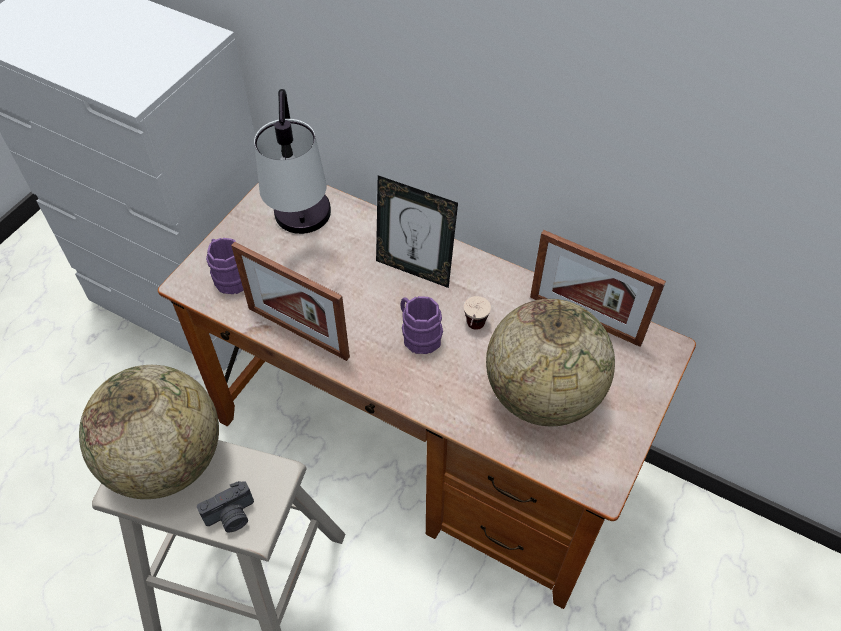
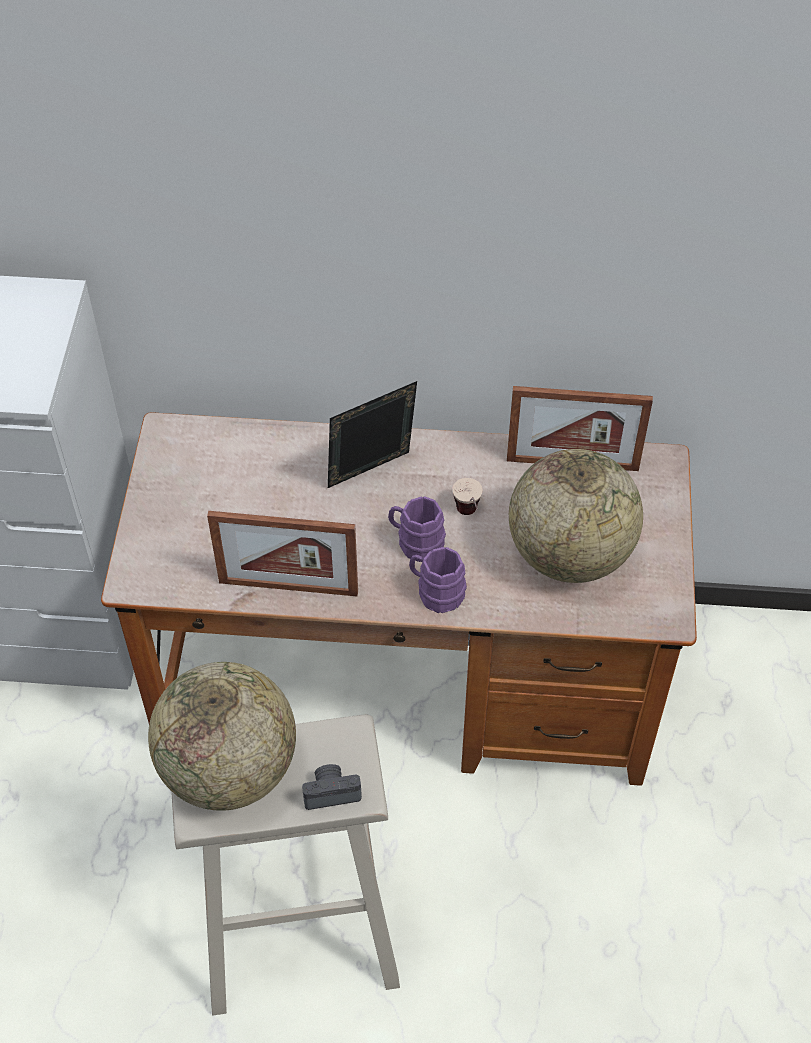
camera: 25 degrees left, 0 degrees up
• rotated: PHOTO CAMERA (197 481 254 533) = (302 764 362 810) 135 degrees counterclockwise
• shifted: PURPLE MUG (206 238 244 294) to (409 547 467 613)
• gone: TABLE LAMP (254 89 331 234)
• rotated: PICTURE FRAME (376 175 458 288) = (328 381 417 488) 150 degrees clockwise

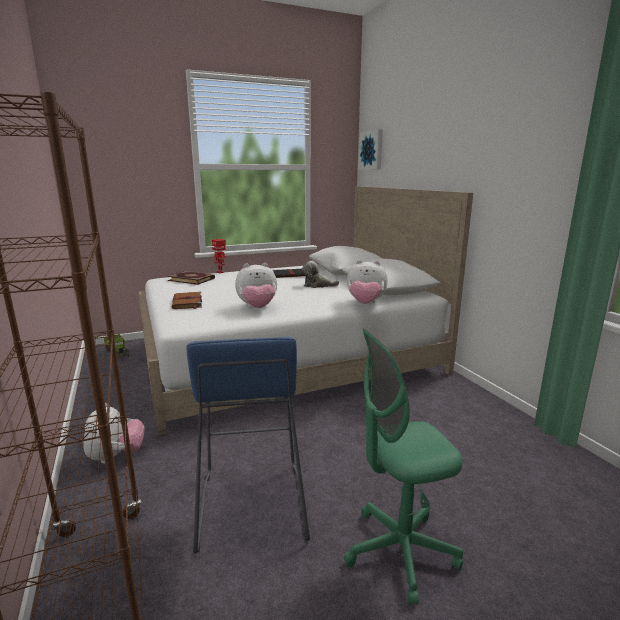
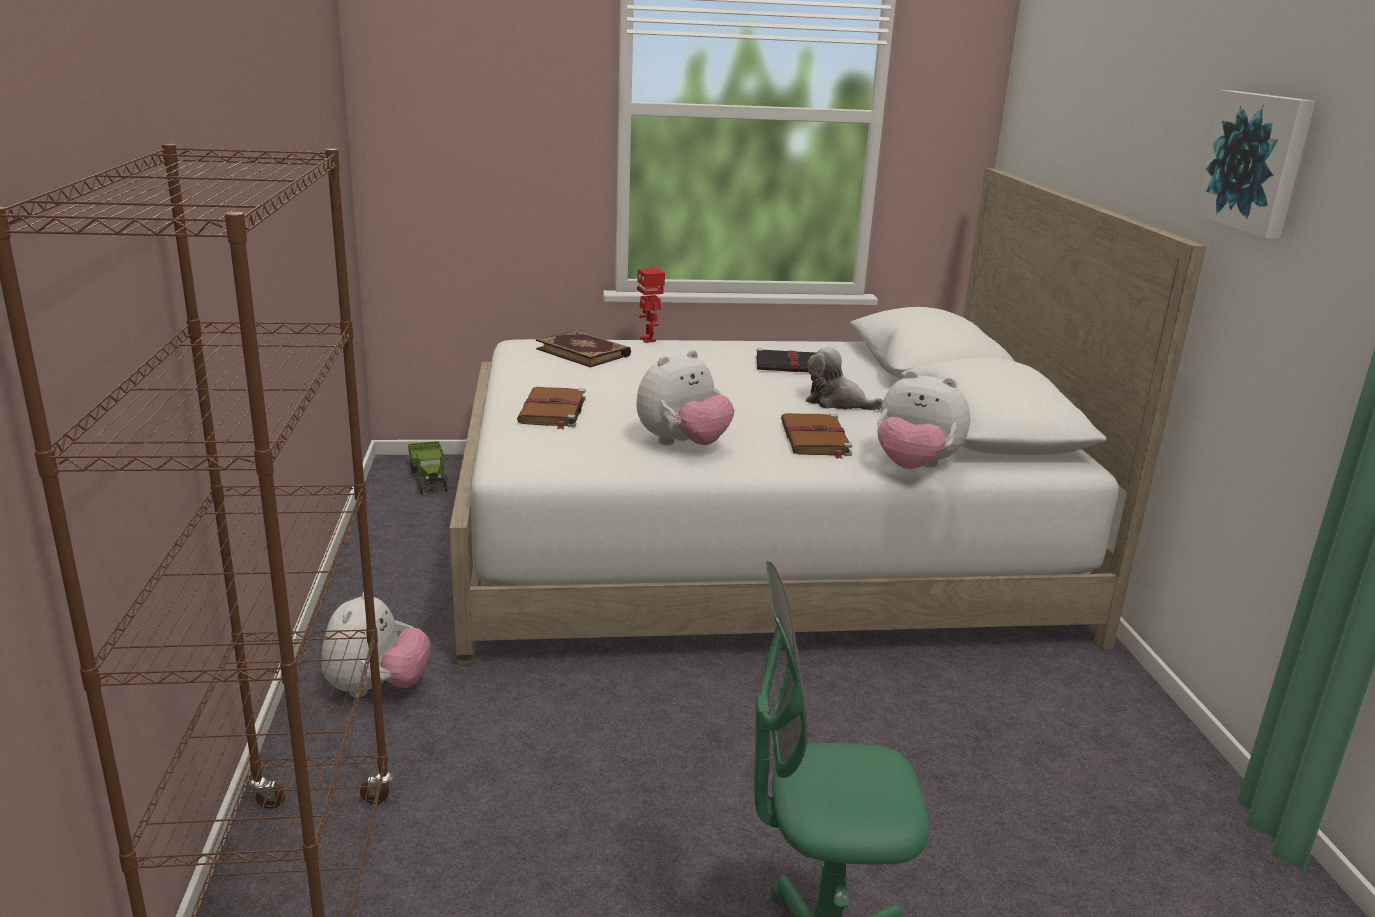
camera: 15 degrees right, 5 degrees up
• gone: BLUE STOOL (187 337 310 554)
• rotated: PLUSH TOY (235 263 277 308) = (636 350 735 445) 45 degrees counterclockwise
• shifted: PICTURE (359 129 383 170) to (1193 90 1315 239)
• new: BROWN BOOK (781 413 852 459)

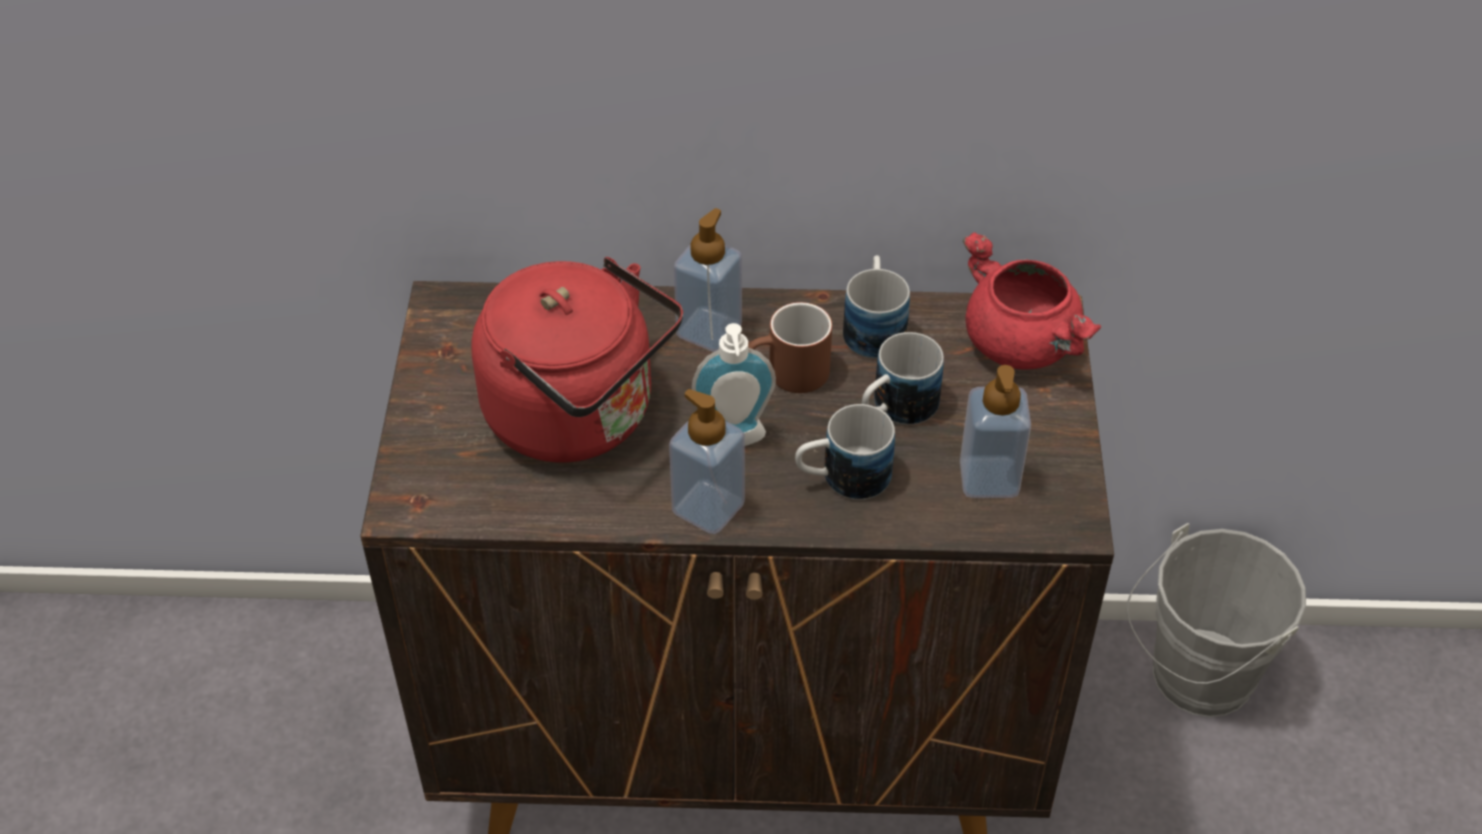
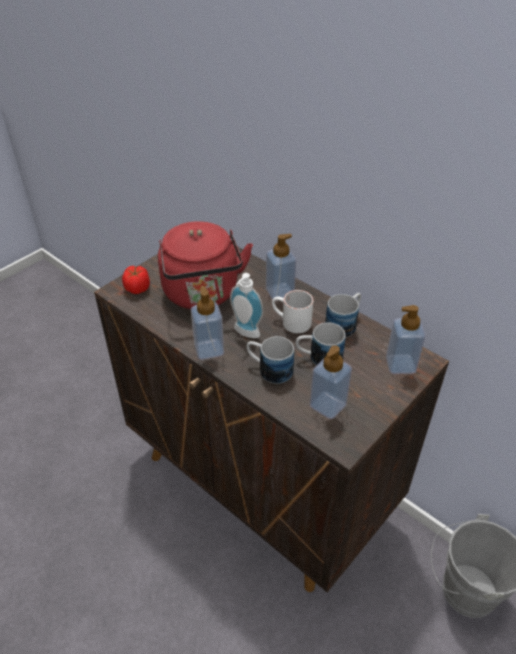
camera: 40 degrees right, 5 degrees down
• repainted: BROWN MUG (748 302 832 393) to WHITE MUG (272 290 313 333)
• swapped: RED COOKING POT (963 232 1101 369) to SOAP DISPENSER (386 305 426 374)
• new: TOMATO (122 266 150 294)

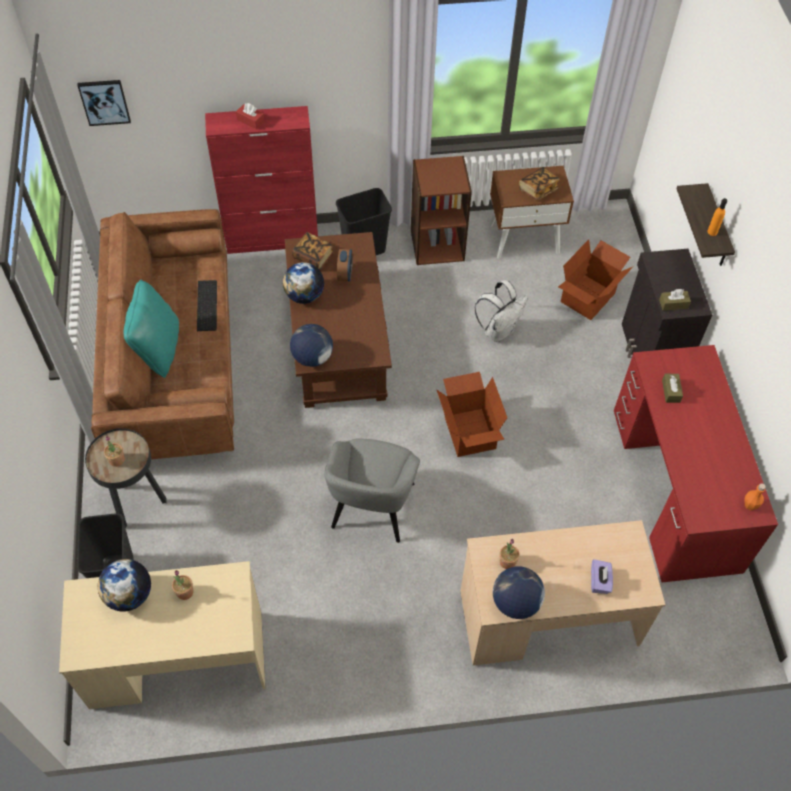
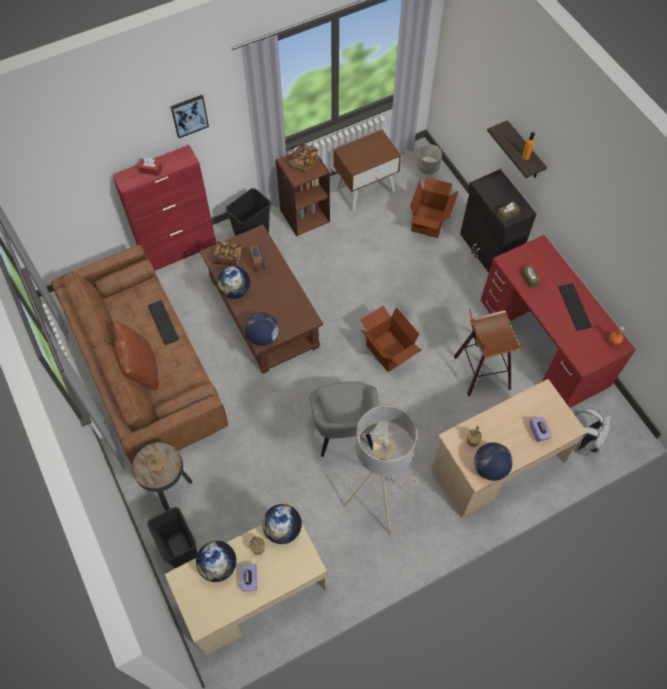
camera: 20 degrees left, 5 degrees up
• shifted: PICTURE (77 80 131 126) to (171 95 209 138)
• repainted: TURQUOISE PILLOW (124 280 179 378) to BROWN PILLOW (113 323 159 390)
• shifted: WHITE BACKPACK (475 280 528 342) to (575 408 611 456)
• shifted: BOOK (519 167 560 200) to (288 144 319 172)
• new: PURPLE TISSUE BOX (240 564 257 591)
• new: GLOBE (262 504 302 544)
• new: BEIGE FLOOR LAMP (343 405 417 535)
• new: GREY PLANTER (417 144 442 175)
• new: STOOL (454 308 520 397)
• new: KEYBOARD (558 283 592 331)

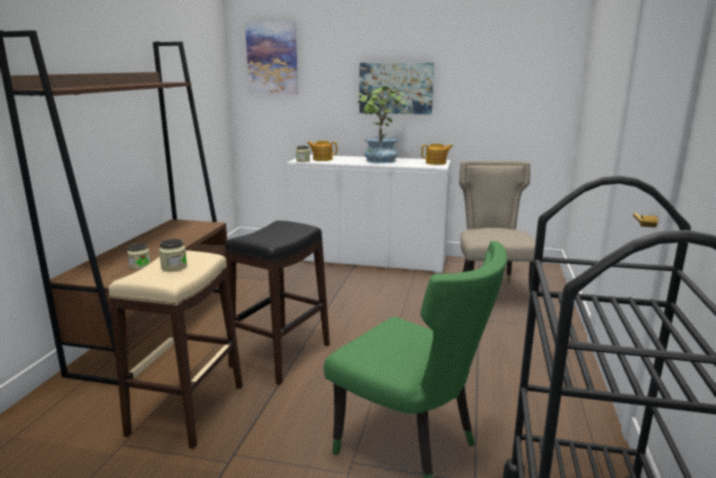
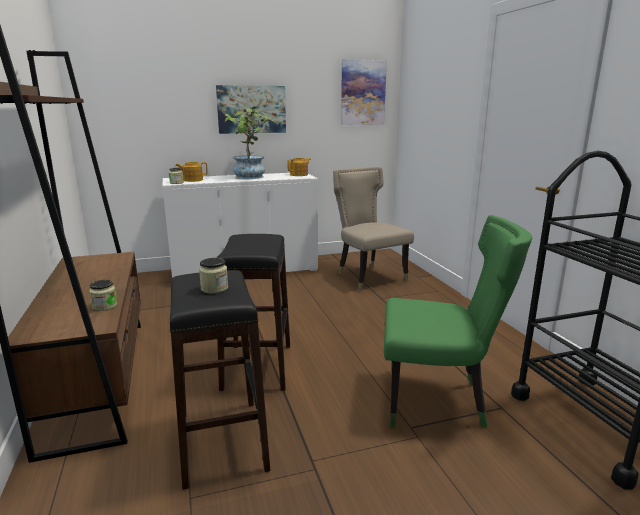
camera: 30 degrees left, 0 degrees up
• repainted: BEIGE STOOL (108 251 243 449) to BLACK STOOL (170 270 270 490)
• shifted: PICTURE (245 22 298 94) to (341 59 387 125)

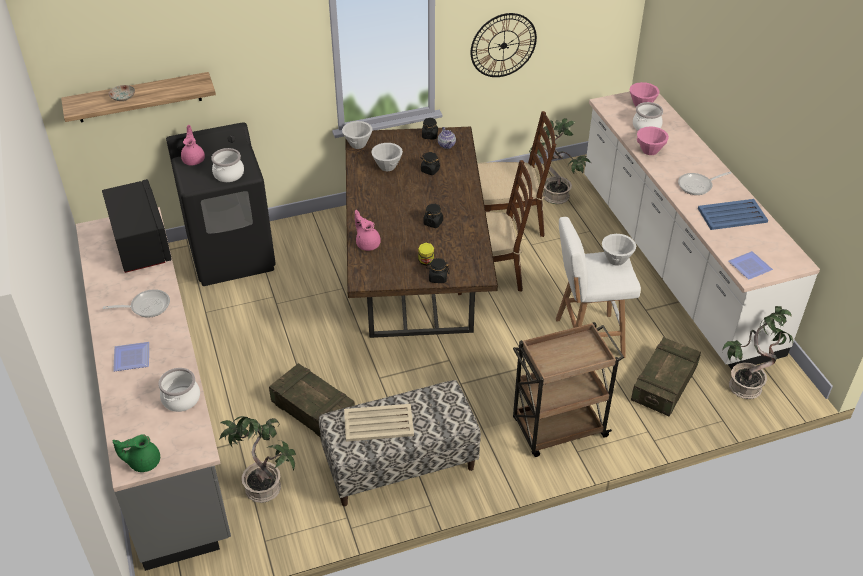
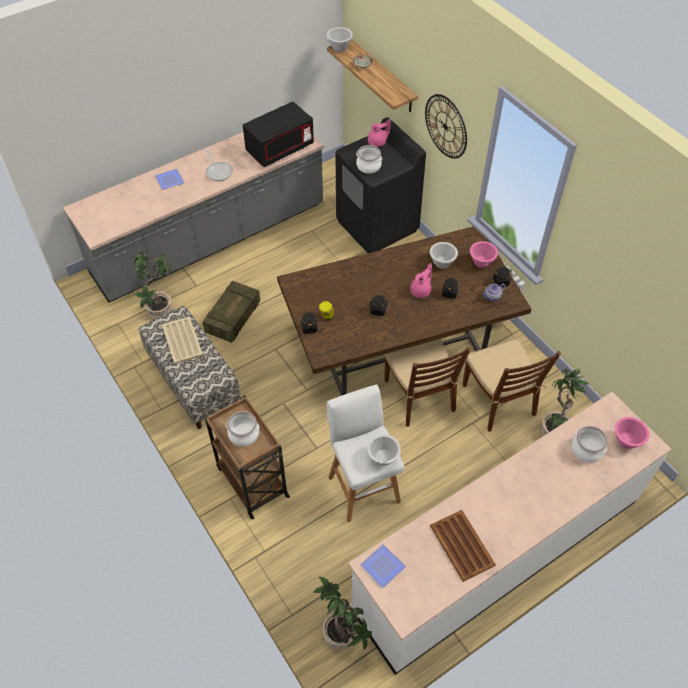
camera: 75 degrees right, 10 degrees up
• gone: GREEN TEAPOT (113 434 160 472)
• shifted: COOKING POT (158 368 200 412) to (226 411 259 447)
• shifted: WHITE BOWL (342 121 372 149) to (327 27 353 52)
• shifted: PINK TEAPOT (355 210 381 251) to (410 263 432 298)
• shifted: WALL CLOCK (471 13 537 77) to (425 94 467 159)
• gone: CRATE (631 337 701 416)
• shifted: PINK BOWL (637 126 669 155) to (470 241 498 268)
• gone: FRYING PAN (678 172 731 195)
• repainted: BLUE TRAY (698 199 768 230) to BROWN TRAY (430 510 496 582)

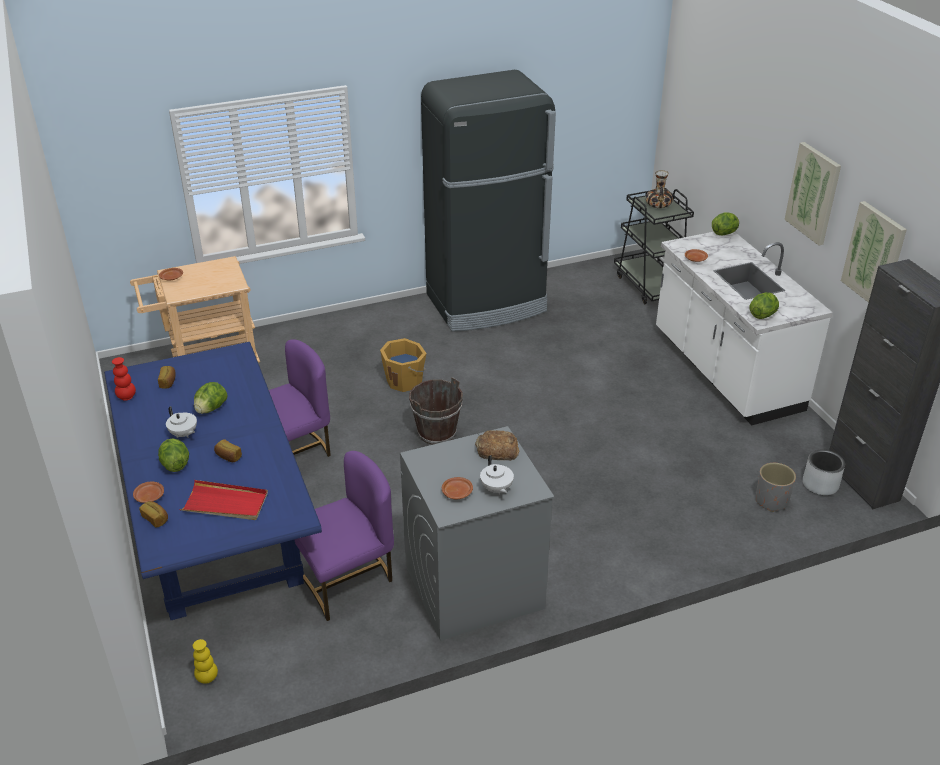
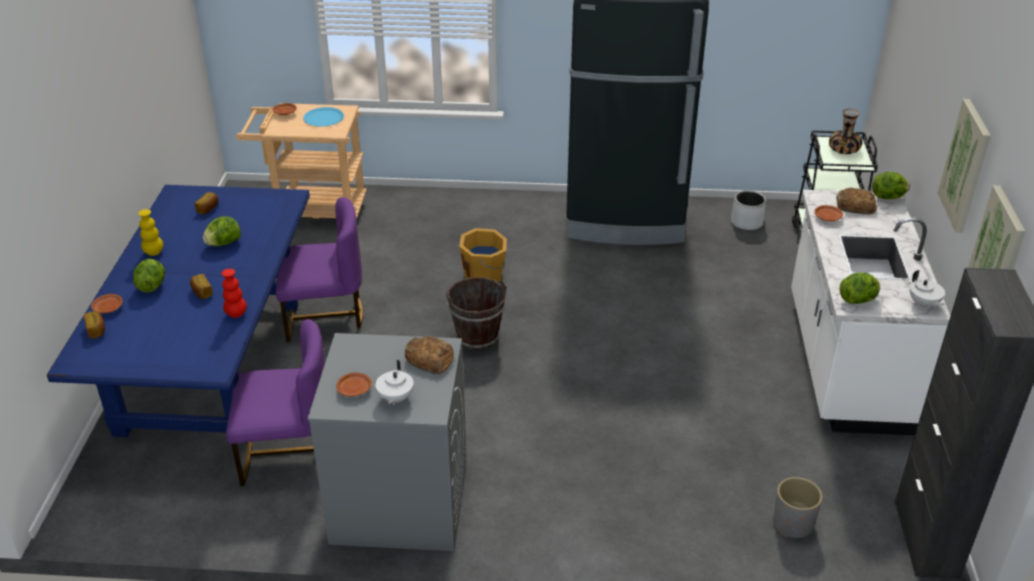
camera: 25 degrees right, 0 degrees up
• shifted: RED VASE (112 357 136 401) to (221 269 247 318)
• shifted: WHITE TEAPOT (166 406 197 438) to (910 270 945 309)
• gone: RED TRAY (179 480 268 520)
• shifted: YELLOW VASE (193 639 218 684) to (138 209 163 256)
• shifted: GREY PLANTER (803 449 845 495) to (731 190 767 230)
• new: BLUE PLATE (303 107 344 126)
• new: BREAD (836 188 877 215)

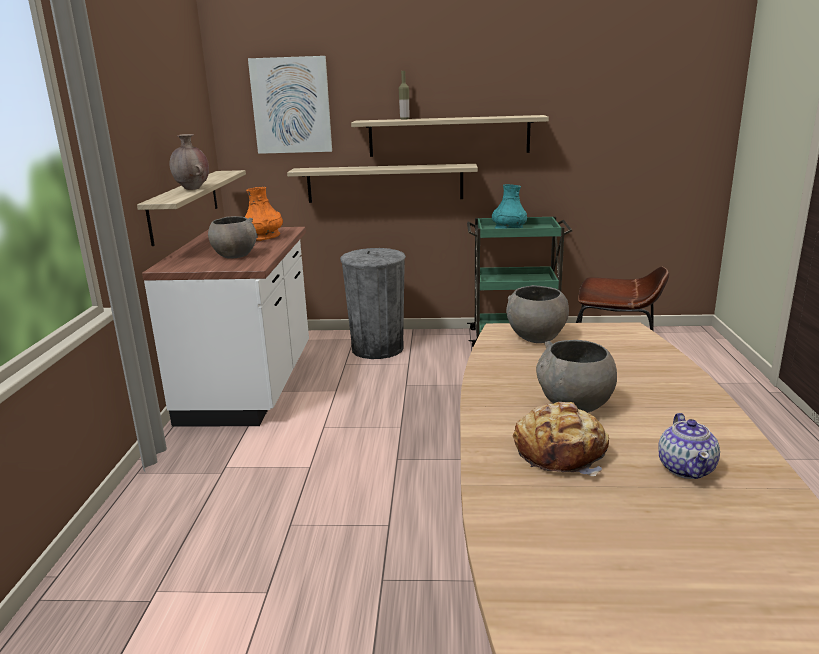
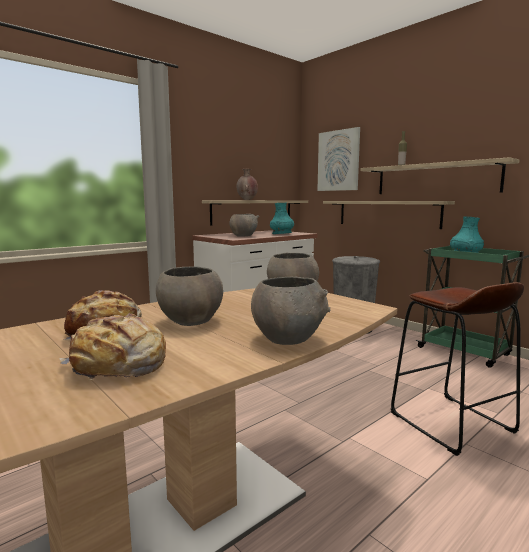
camera: 45 degrees right, 10 degrees down
• repainted: ORANGE VASE (245 187 283 241) to TURQUOISE VASE (270 203 294 234)
• swapped: TEAPOT (658 413 720 479) to BREAD (59 313 166 381)
• new: GREY BOWL (251 277 330 345)

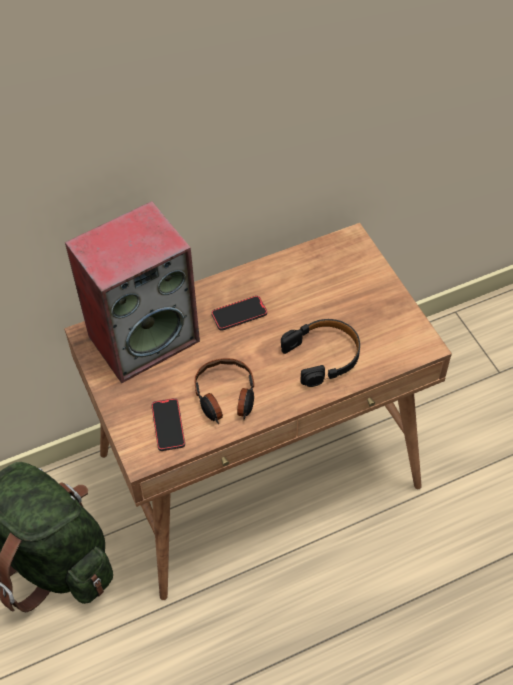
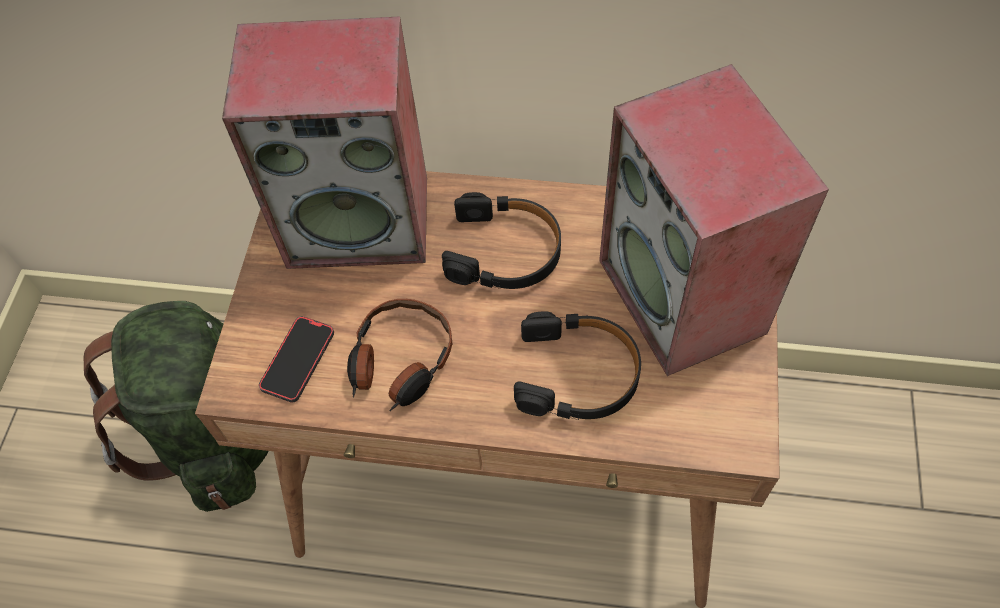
camera: 35 degrees right, 5 degrees up
• swapped: PHONE (211 296 267 331) to BLACK HEADPHONES (442 192 561 289)
• new: SPEAKER (599 64 829 376)

